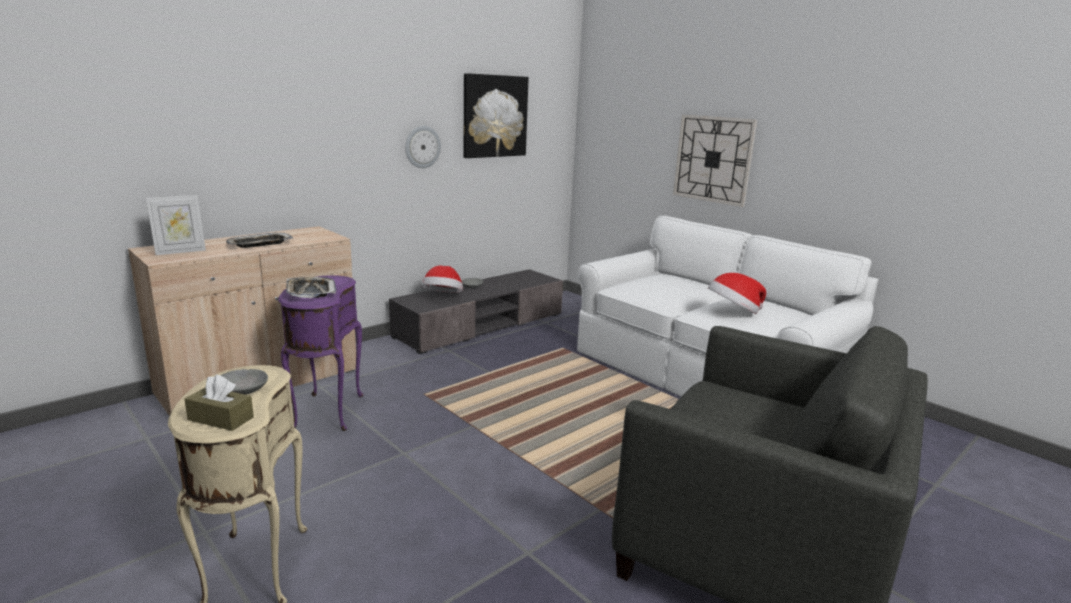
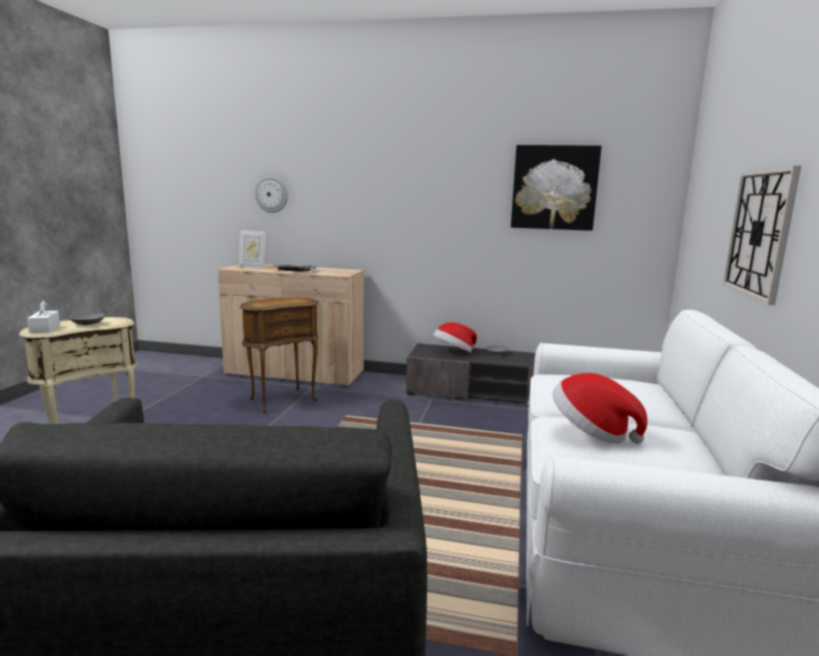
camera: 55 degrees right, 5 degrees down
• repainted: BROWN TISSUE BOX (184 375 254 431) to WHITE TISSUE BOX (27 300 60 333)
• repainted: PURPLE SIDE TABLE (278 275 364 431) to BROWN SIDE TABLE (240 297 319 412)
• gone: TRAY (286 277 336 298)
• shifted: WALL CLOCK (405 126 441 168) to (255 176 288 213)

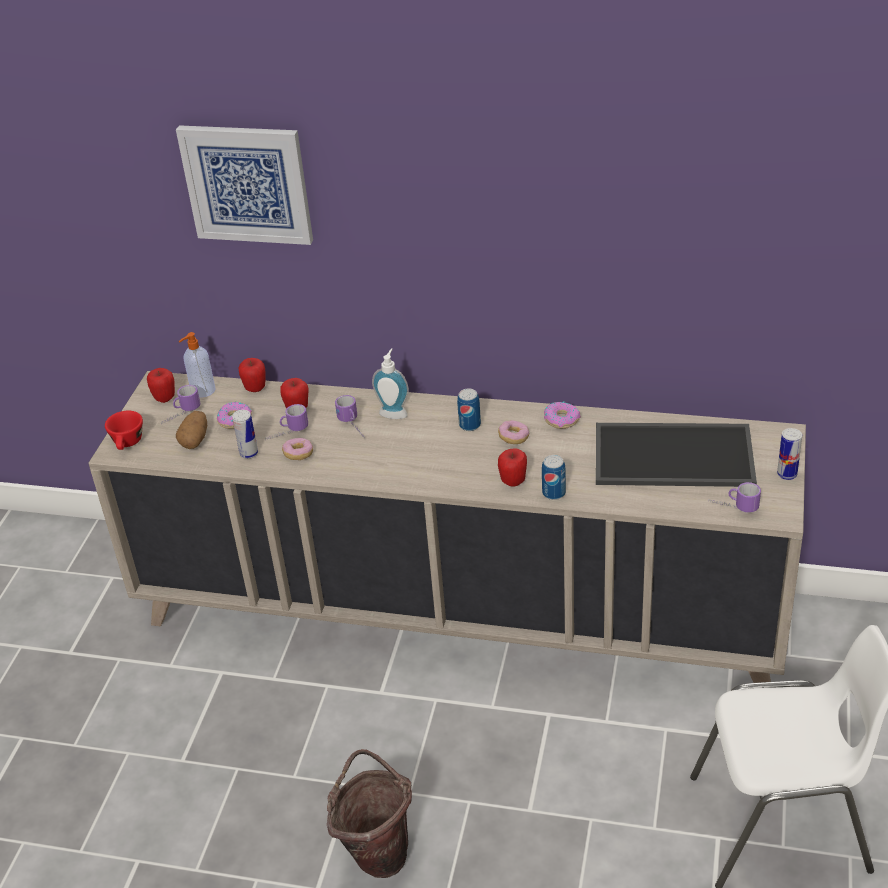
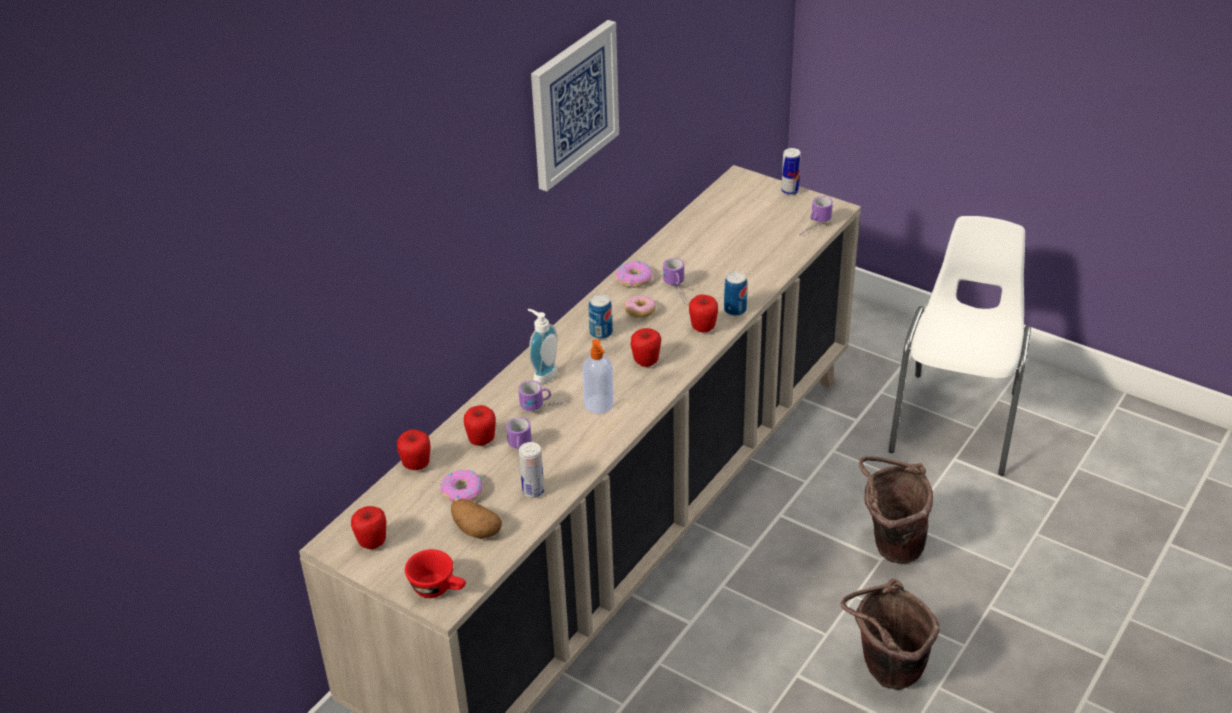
camera: 70 degrees left, 0 degrees up
• shifted: MUG (161 385 200 424) to (663 258 685 304)
• shifted: PICTURE (176 125 313 245) to (531 20 619 191)
• shifted: SOAP DISPENSER (179 332 216 398) to (583 339 614 414)
• gone: DONUT (282 438 313 460)
• gone: TRAY (596 423 757 487)
• new: APPLE (630 328 661 367)
• new: BROWN BUCKET (859 456 933 564)

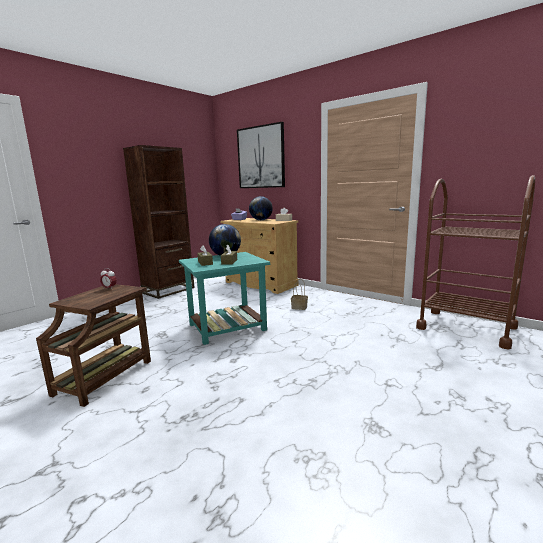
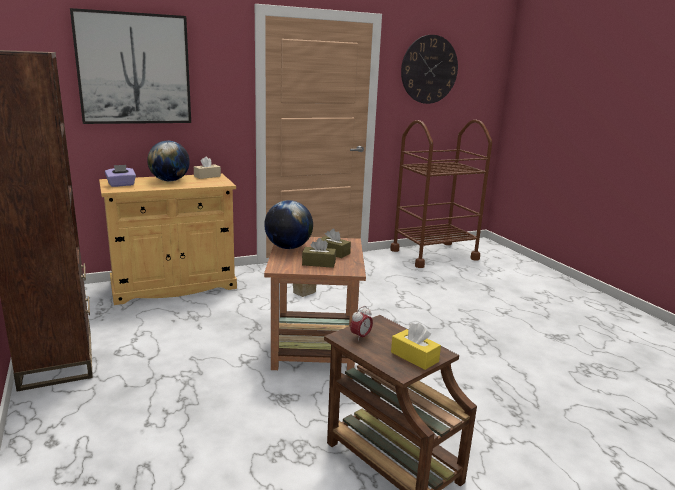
camera: 65 degrees left, 5 degrees up
• repainted: TURQUOISE SIDE TABLE (179 252 270 345) to BROWN SIDE TABLE (264 237 366 370)
• new: YELLOW TISSUE BOX (391 323 441 370)
• new: WALL CLOCK (401 35 458 104)

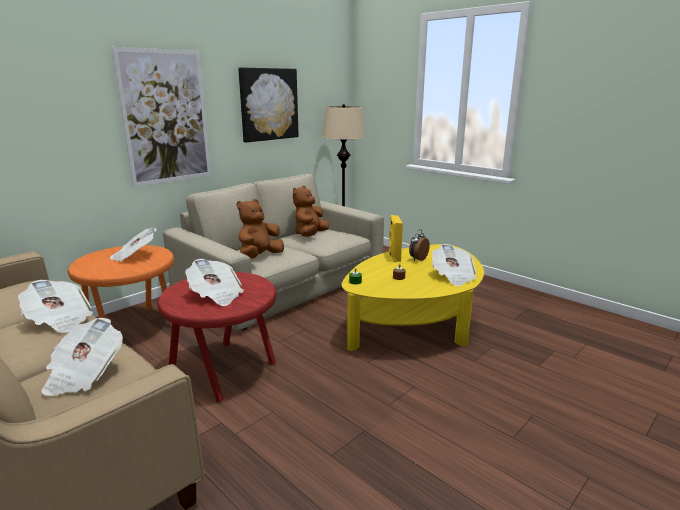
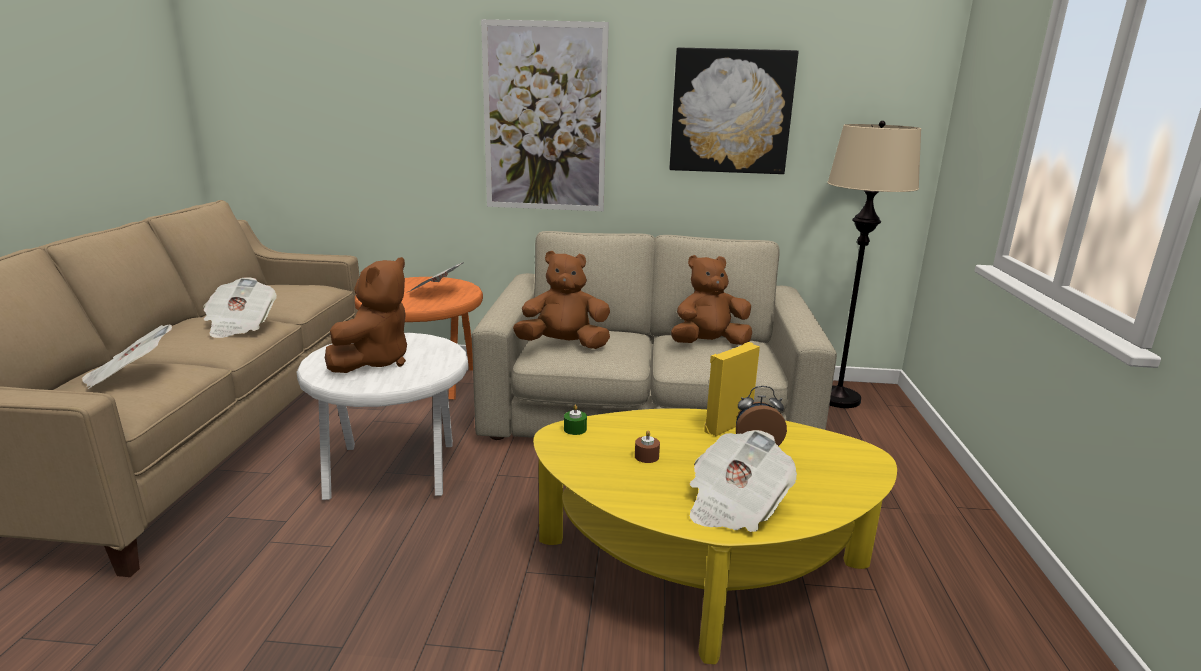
camera: 50 degrees right, 0 degrees up
• repainted: RED SIDE TABLE (158 272 277 402) to WHITE SIDE TABLE (297 333 468 500)
• swapped: NEWSPAPER (185 259 244 306) to BROWN PLUSH TOY (325 257 407 373)

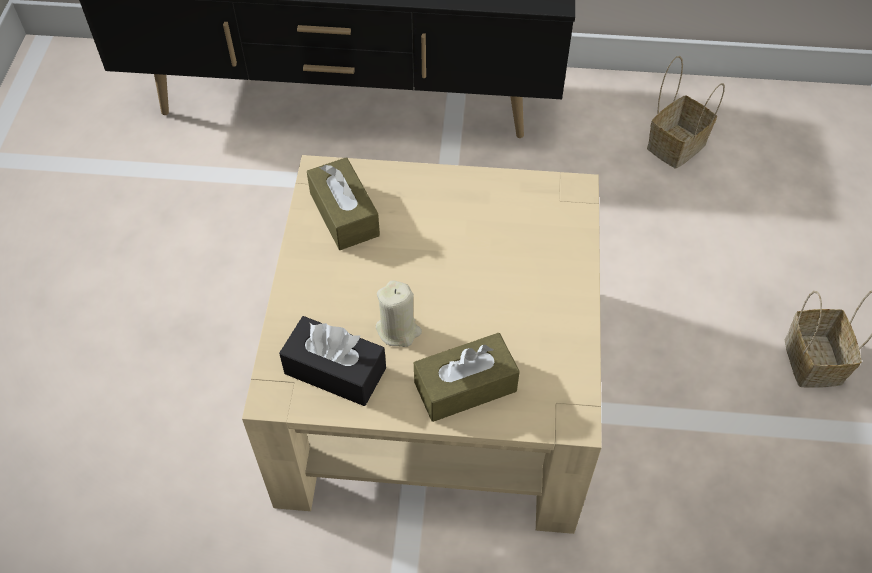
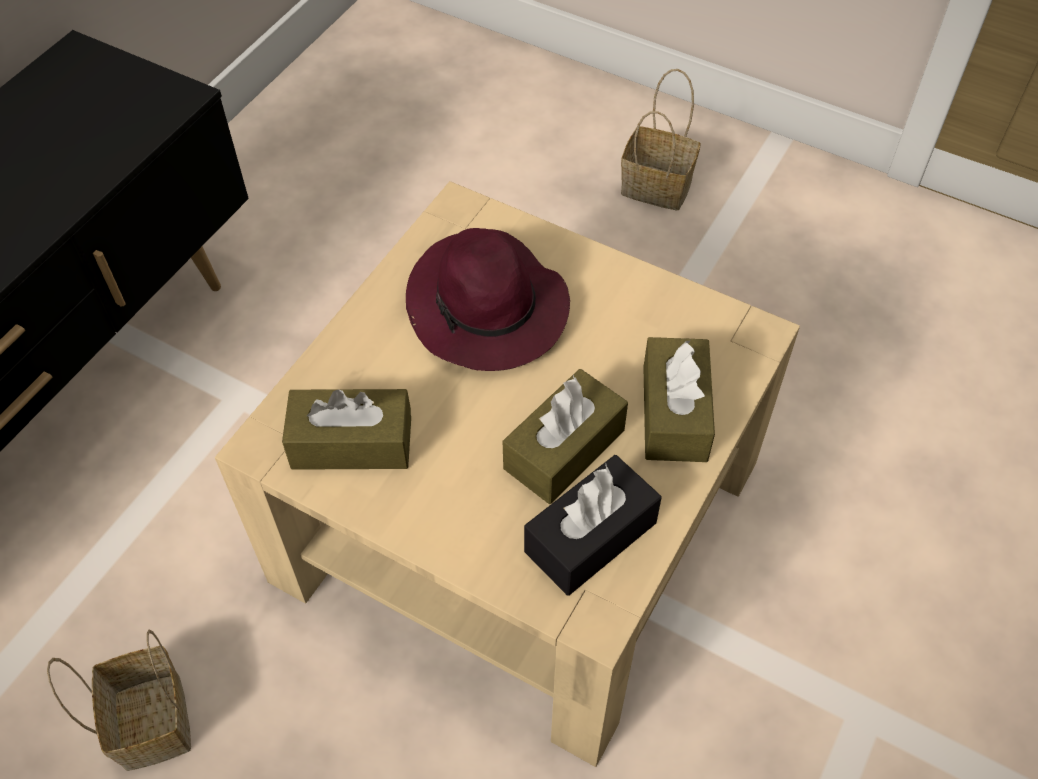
camera: 65 degrees left, 0 degrees up
• swapped: BEIGE CANDLE (376 280 422 347) to BROWN TISSUE BOX (503 369 628 504)
• shifted: BASKET (647 56 725 169) to (47 630 191 771)
• new: PURPLE HAT (406 228 570 371)

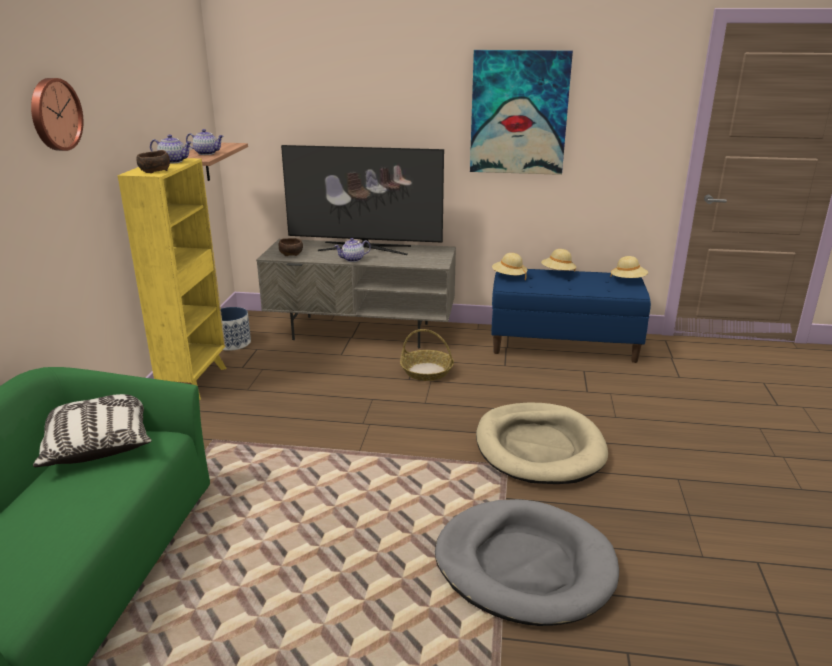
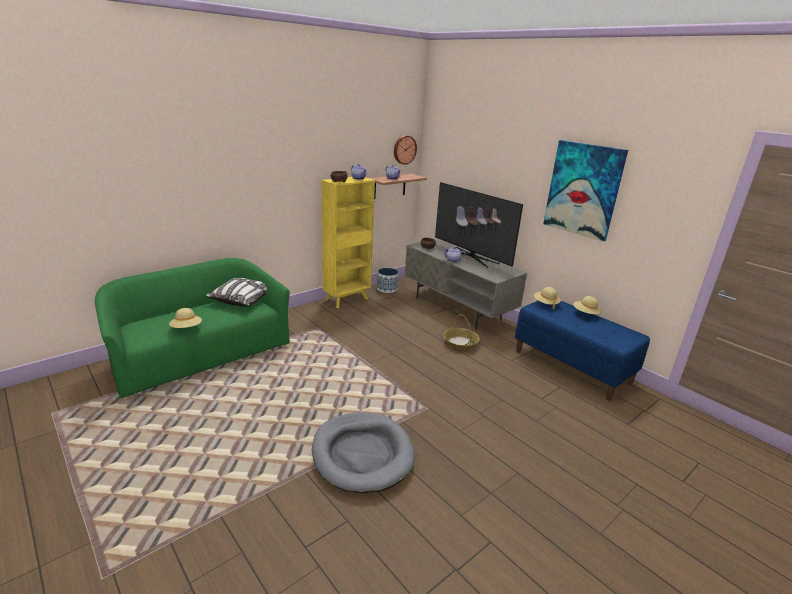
camera: 40 degrees right, 0 degrees up
• shifted: WALL CLOCK (31 78 84 151) to (394 135 417 165)
• gone: BEIGE DOG BED (476 402 608 484)
• shifted: BEIGE HAT (610 256 648 278) to (169 308 202 328)

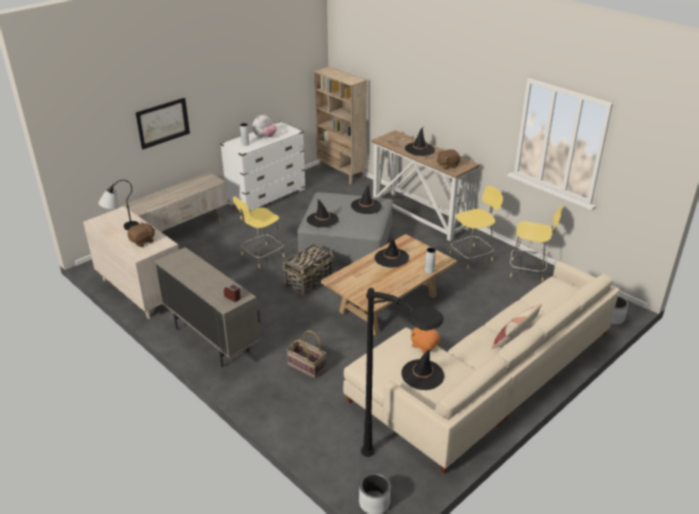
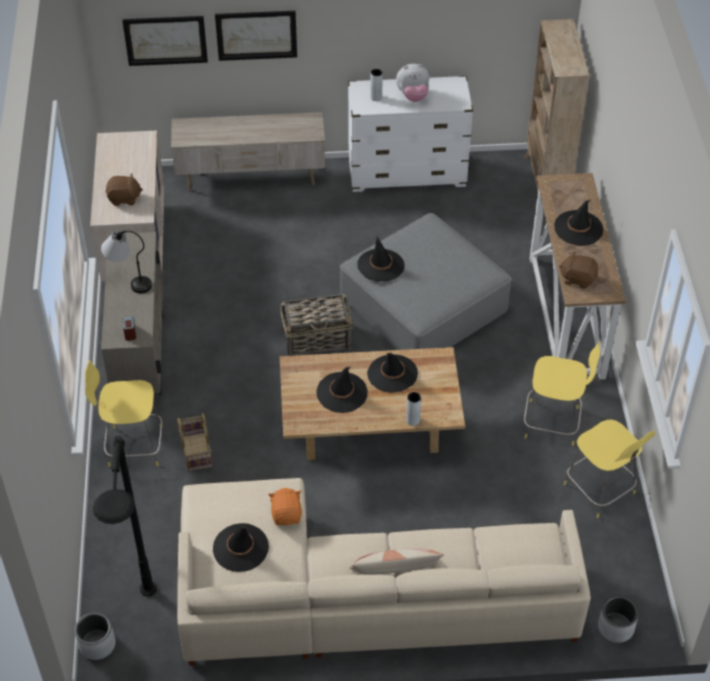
camera: 40 degrees right, 15 degrees up
• shifted: TABLE LAMP (98 180 139 230) to (101 231 152 293)
• shifted: YELLOW STOOL (233 196 284 268) to (85 360 163 467)
• shifted: BLACK HAT (351 184 382 214) to (316 367 368 413)
• new: PICTURE (122 16 208 66)

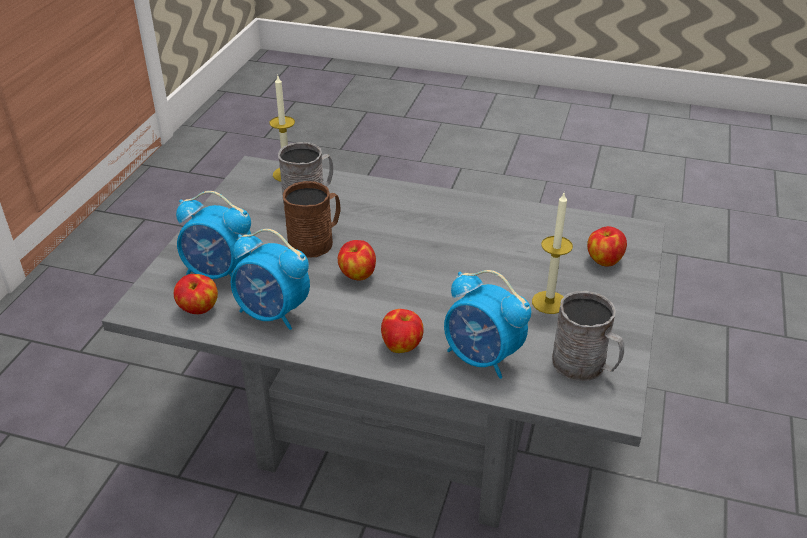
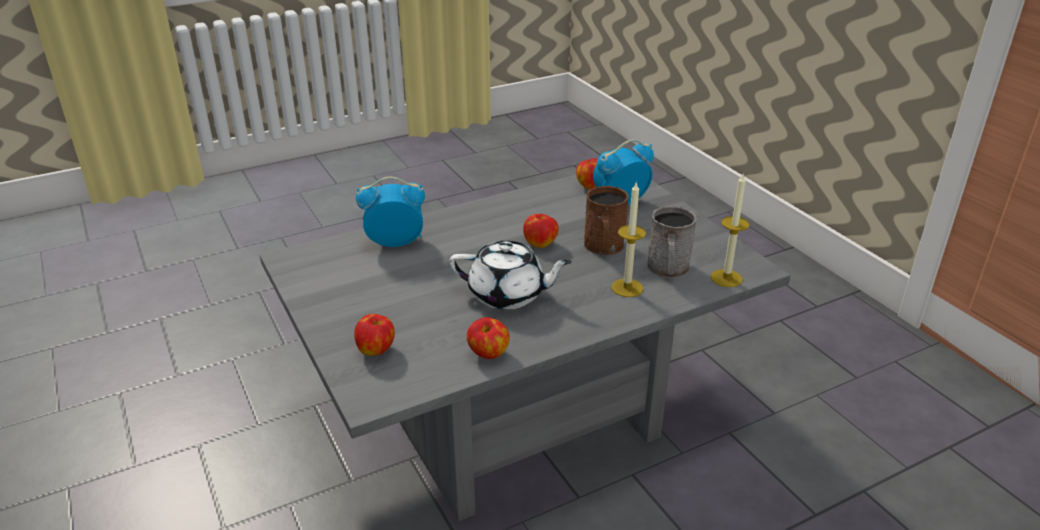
camera: 135 degrees right, 5 degrees down
• gone: ALARM CLOCK (231 229 310 330)
• shifted: APPLE (381 309 423 353) to (467 317 510 359)
• shifted: CANDLE (532 193 573 314) to (612 183 646 297)
• gone: GREY MUG (552 291 624 381)
• new: WHITE TEAPOT (450 241 572 310)

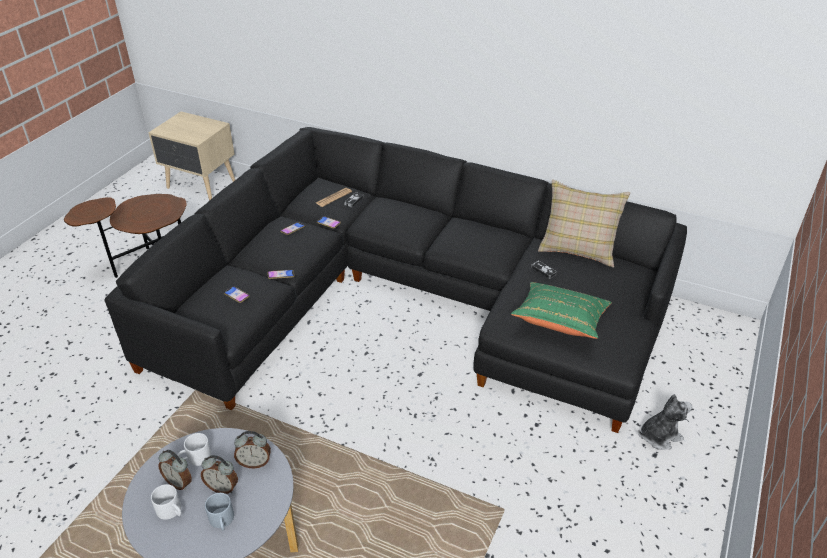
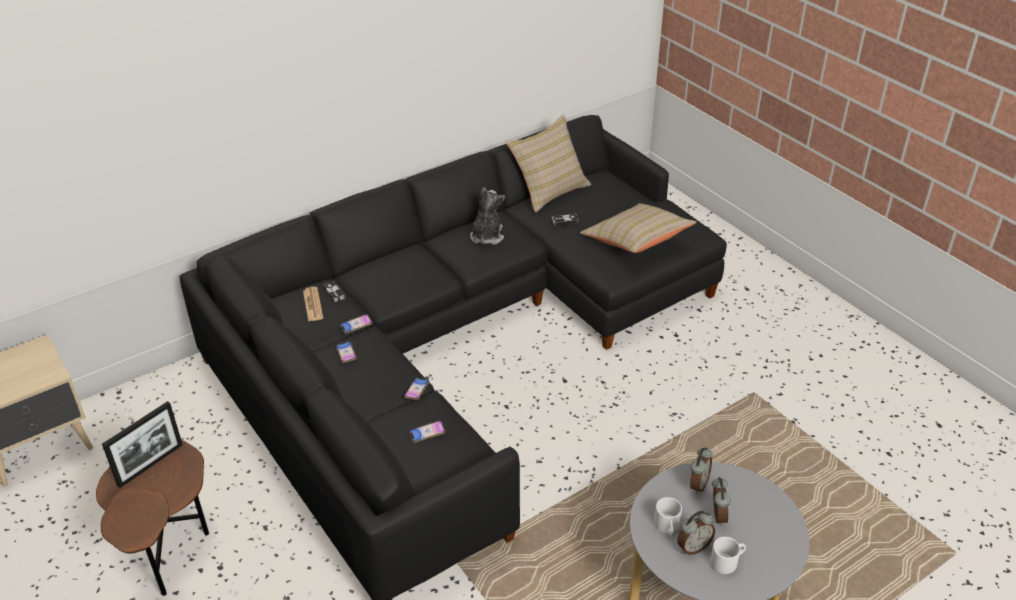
camera: 60 degrees left, 0 degrees up
• rotated: ALARM CLOCK (201 455 238 494) = (712 477 730 526) 45 degrees counterclockwise
• gone: GREY MUG (205 493 234 531)
• repainted: GREEN PILLOW (511 282 612 339) to BEIGE PILLOW (580 203 697 253)
• shifted: PLUSH TOY (638 394 692 450) to (470 187 505 245)
• new: PICTURE FRAME (102 401 183 488)

